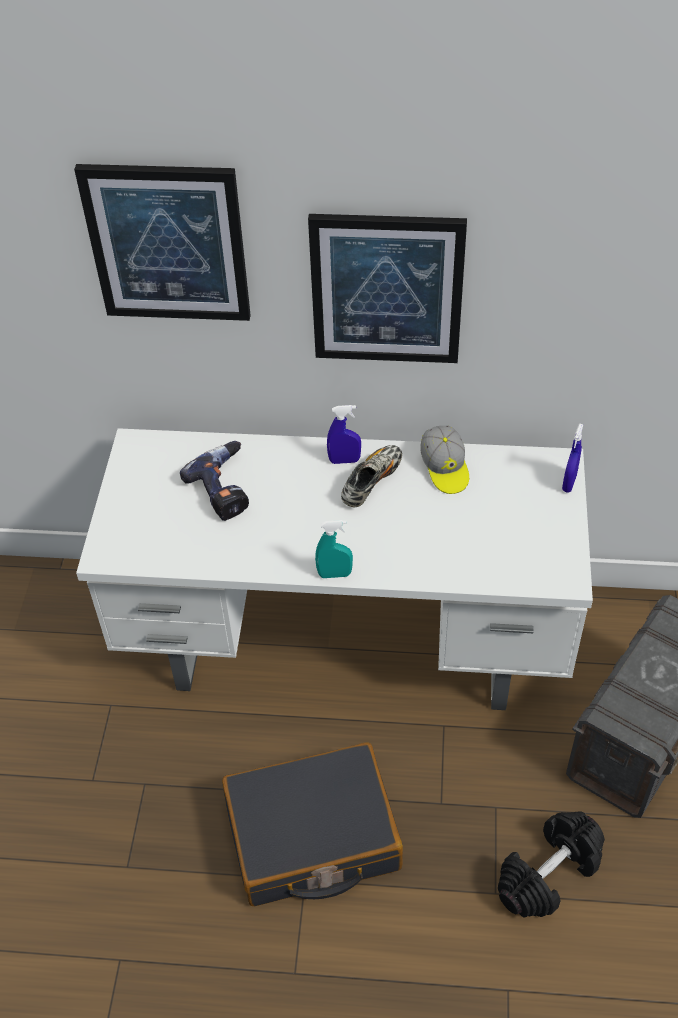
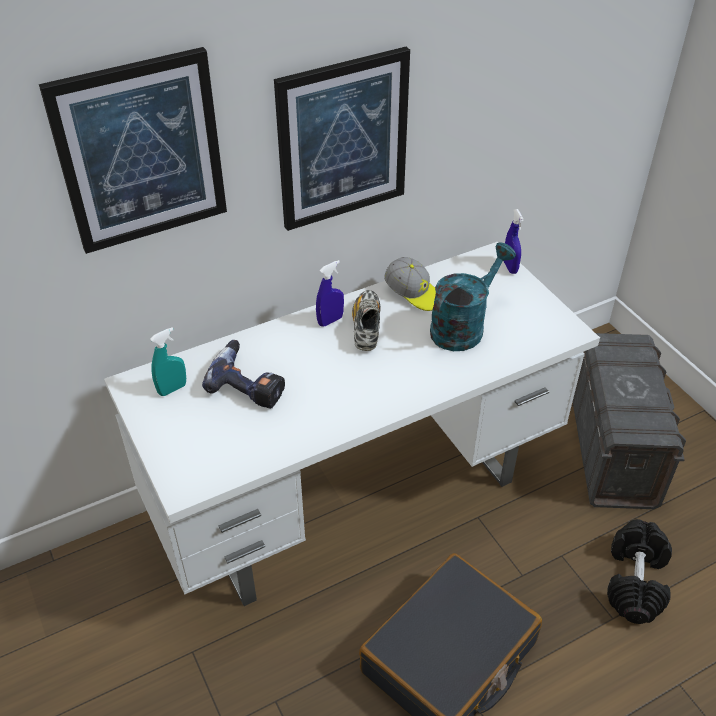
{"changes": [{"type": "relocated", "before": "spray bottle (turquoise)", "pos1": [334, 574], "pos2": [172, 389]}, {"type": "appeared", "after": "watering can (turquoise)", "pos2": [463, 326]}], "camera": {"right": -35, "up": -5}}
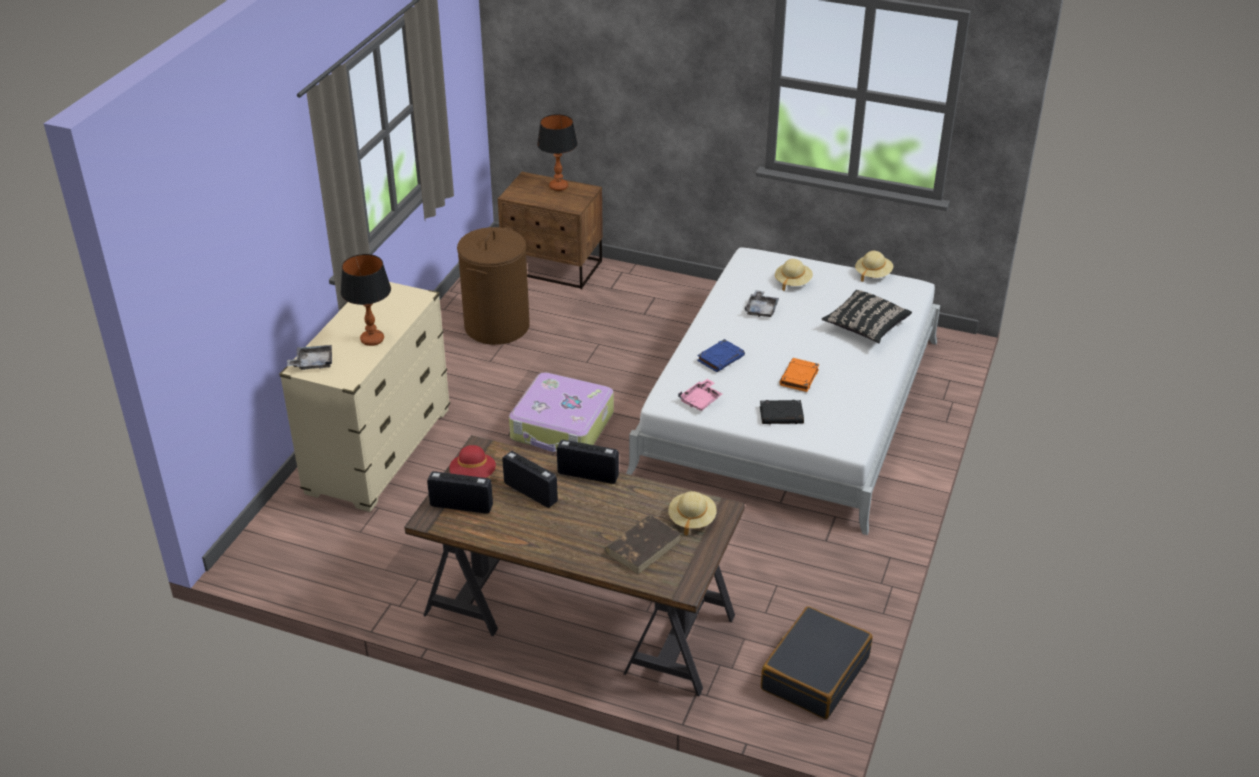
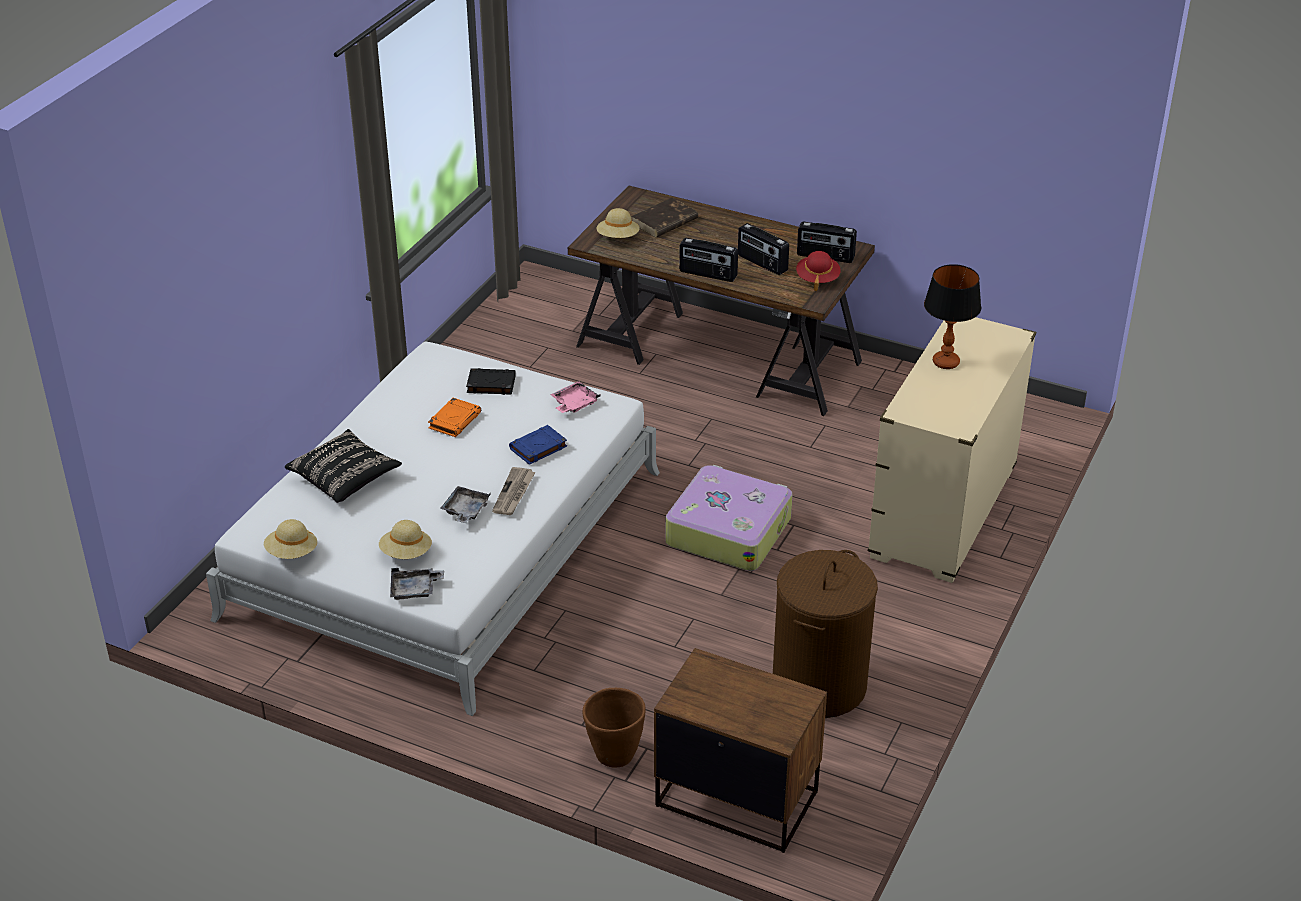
{"changes": [{"type": "relocated", "before": "tray (grey)", "pos1": [313, 363], "pos2": [415, 590]}, {"type": "appeared", "after": "newspaper", "pos2": [514, 493]}, {"type": "appeared", "after": "planter (brown)", "pos2": [614, 755]}, {"type": "missing", "before": "table lamp", "pos1": [558, 187]}, {"type": "missing", "before": "suitcase (black)", "pos1": [814, 673]}], "camera": {"right": -175, "up": 0}}
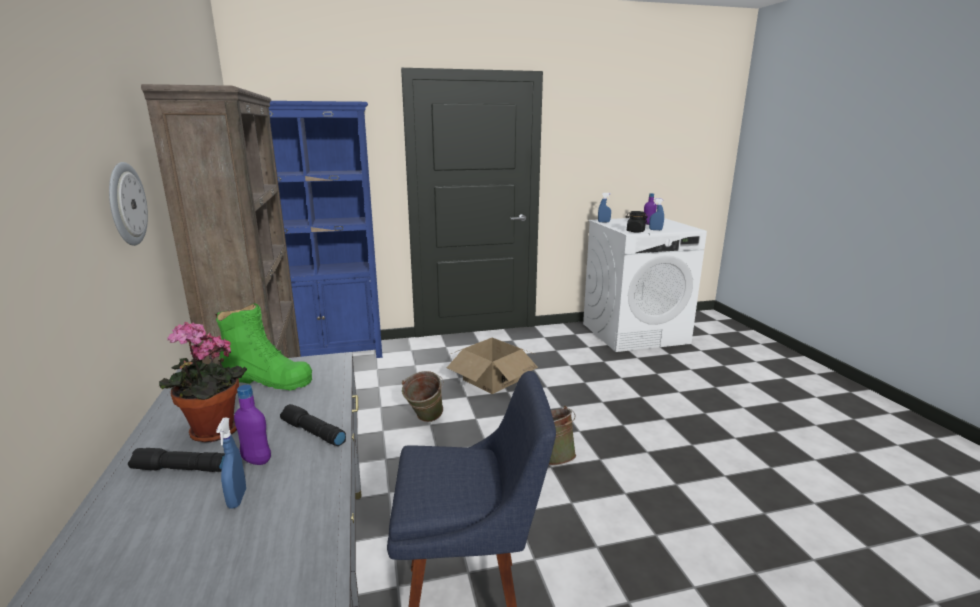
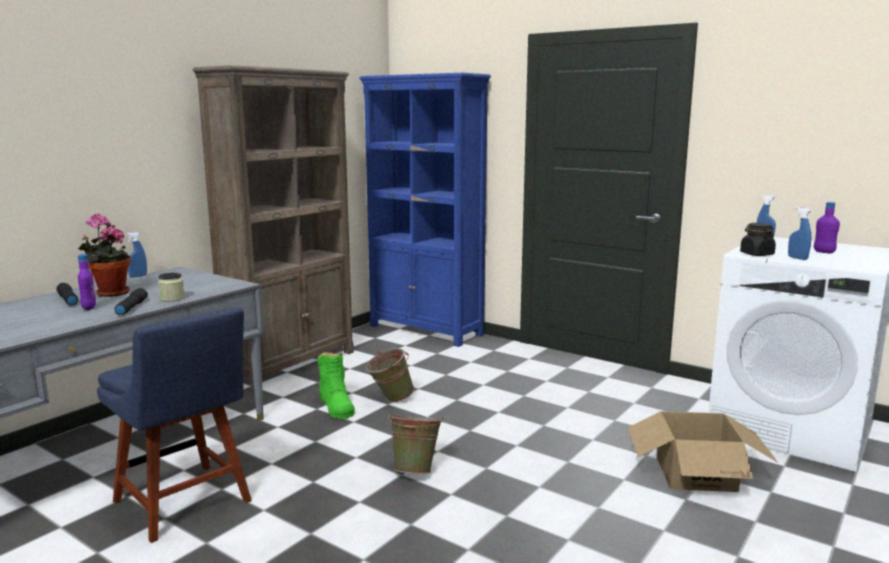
{"changes": [{"type": "relocated", "before": "spray bottle (blue)", "pos1": [237, 499], "pos2": [138, 276]}, {"type": "appeared", "after": "jar", "pos2": [172, 298]}, {"type": "relocated", "before": "boot (green)", "pos1": [268, 379], "pos2": [336, 406]}, {"type": "relocated", "before": "cardboard box", "pos1": [492, 379], "pos2": [696, 473]}, {"type": "missing", "before": "wall clock", "pos1": [126, 204]}], "camera": {"right": 50, "up": -5}}
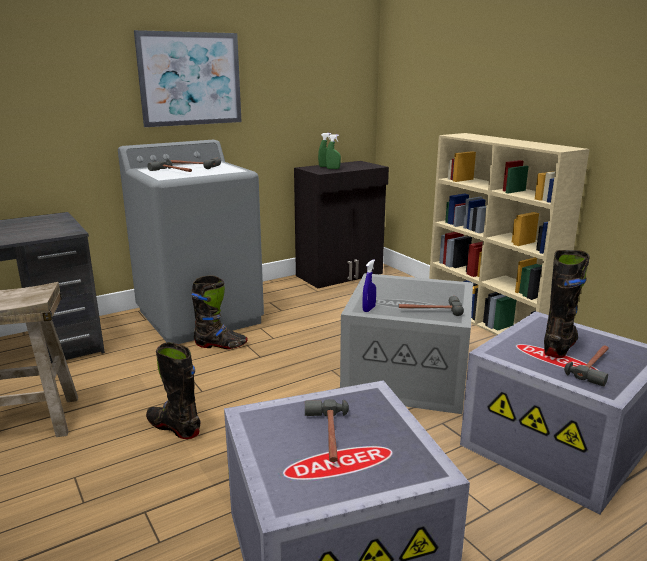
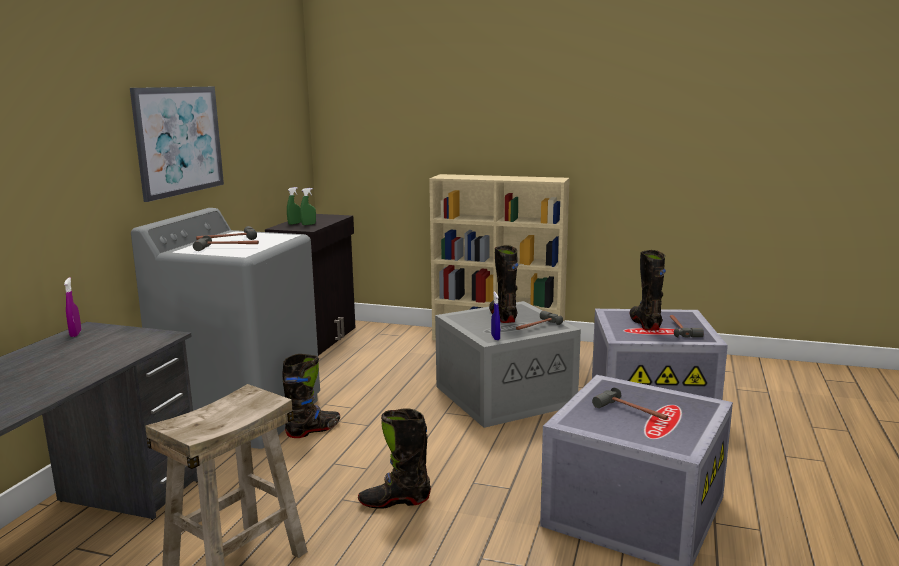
{"changes": [{"type": "appeared", "after": "spray bottle (purple)", "pos2": [75, 334]}, {"type": "appeared", "after": "boot (black)", "pos2": [503, 316]}], "camera": {"right": -40, "up": -5}}
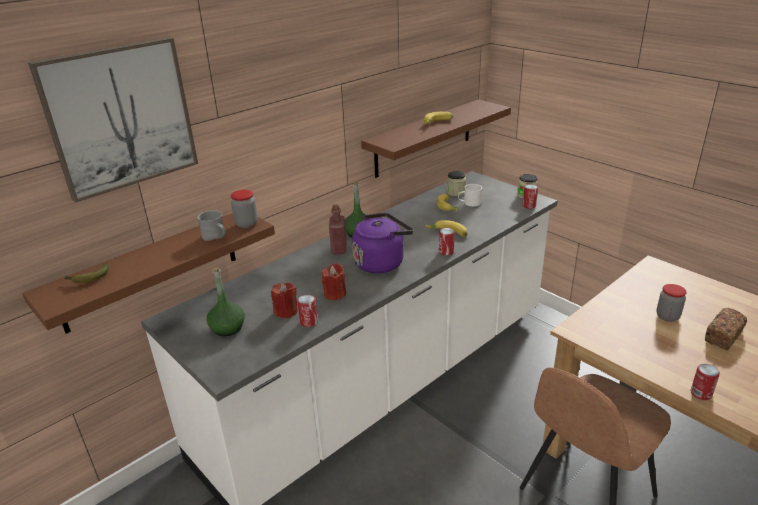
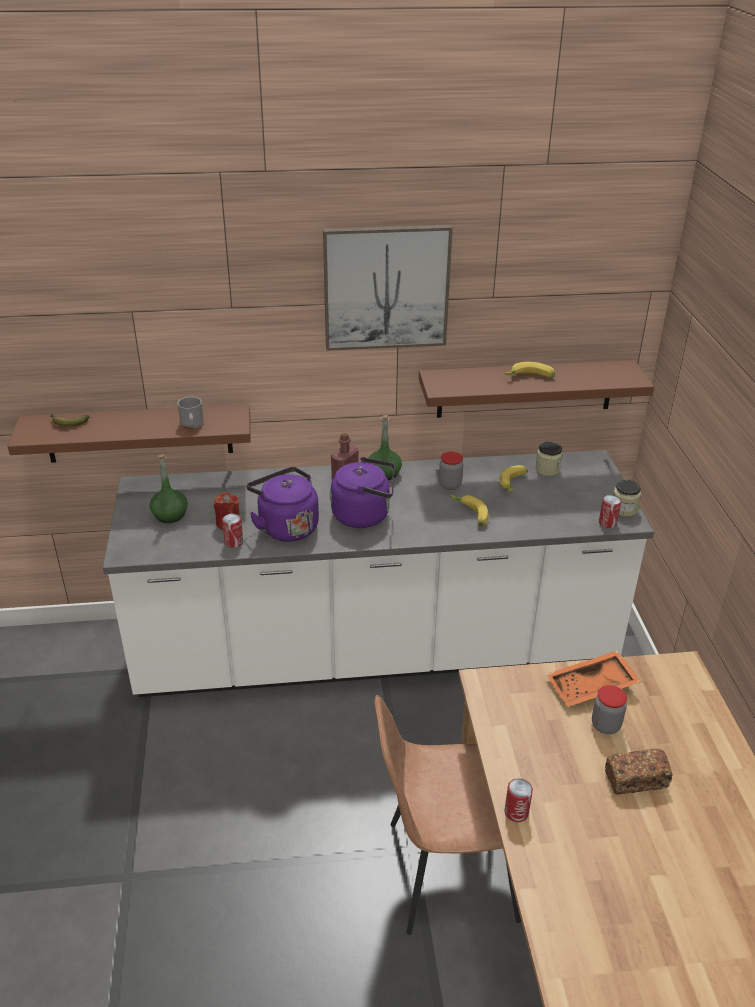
{"changes": [{"type": "exchanged", "before": "candle (red)", "after": "kettle (purple)", "pos1": [335, 294], "pos2": [286, 527]}, {"type": "relocated", "before": "picture", "pos1": [120, 117], "pos2": [386, 287]}, {"type": "relocated", "before": "jar", "pos1": [246, 224], "pos2": [450, 485]}, {"type": "appeared", "after": "tray (orange)", "pos2": [591, 687]}, {"type": "missing", "before": "can", "pos1": [446, 252]}, {"type": "missing", "before": "mug (white)", "pos1": [469, 203]}], "camera": {"right": 35, "up": 5}}
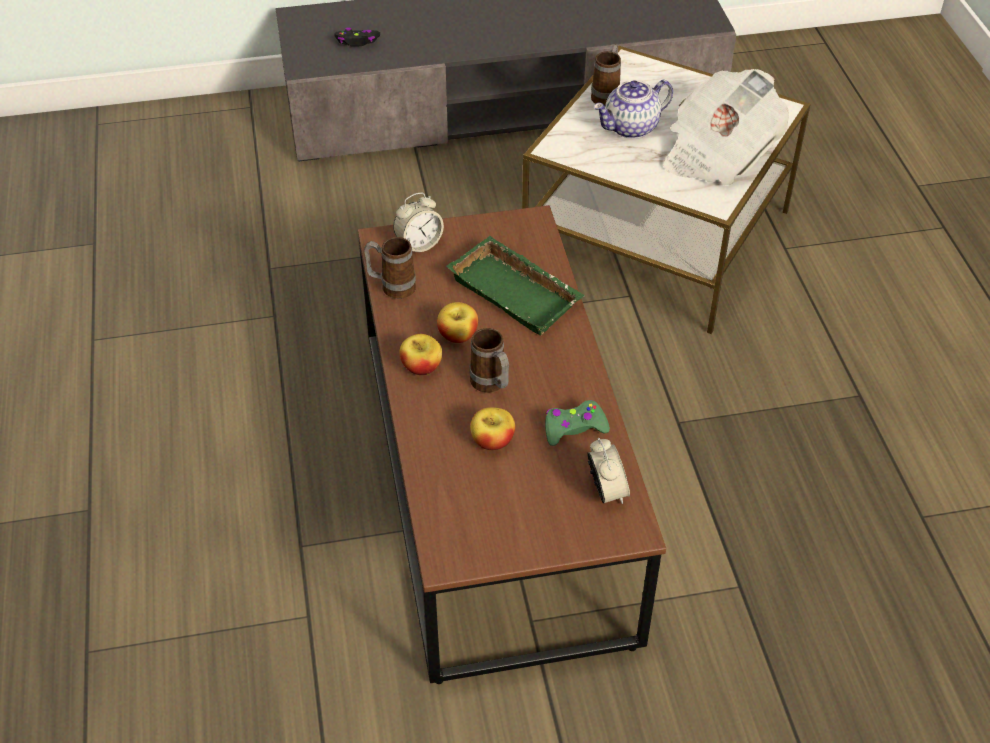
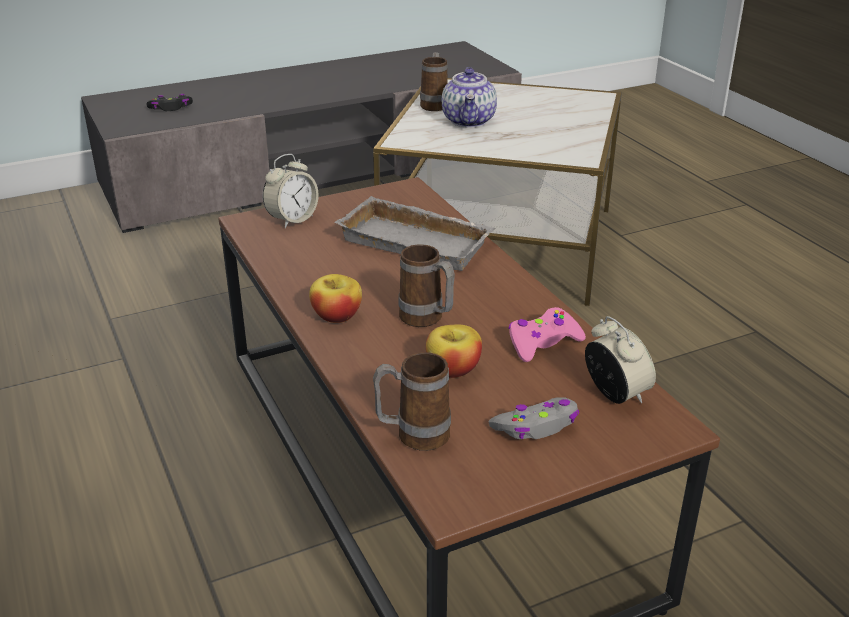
{"changes": [{"type": "colour", "before": "tray (green)", "after": "tray (grey)", "pos1": [518, 292], "pos2": [418, 241]}, {"type": "relocated", "before": "mug", "pos1": [392, 287], "pos2": [413, 436]}, {"type": "spun", "before": "teapot", "pos1": [631, 128], "pos2": [469, 121], "turn": -45}, {"type": "appeared", "after": "game controller (grey)", "pos2": [536, 426]}, {"type": "colour", "before": "game controller (green)", "after": "game controller (pink)", "pos1": [574, 428], "pos2": [543, 343]}, {"type": "missing", "before": "apple", "pos1": [458, 335]}, {"type": "missing", "before": "newspaper", "pos1": [718, 154]}], "camera": {"right": -15, "up": -15}}
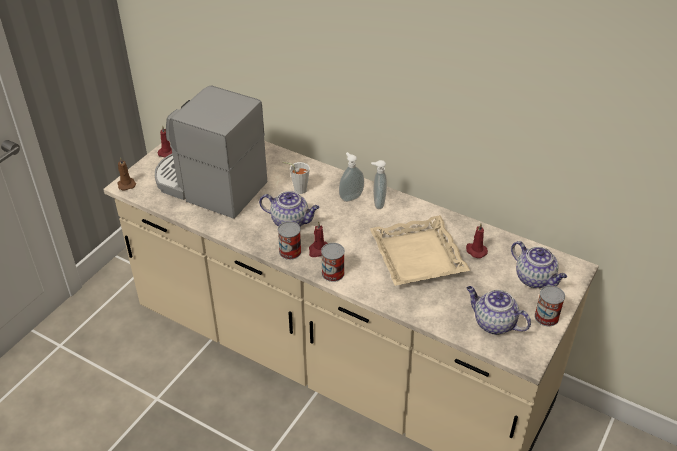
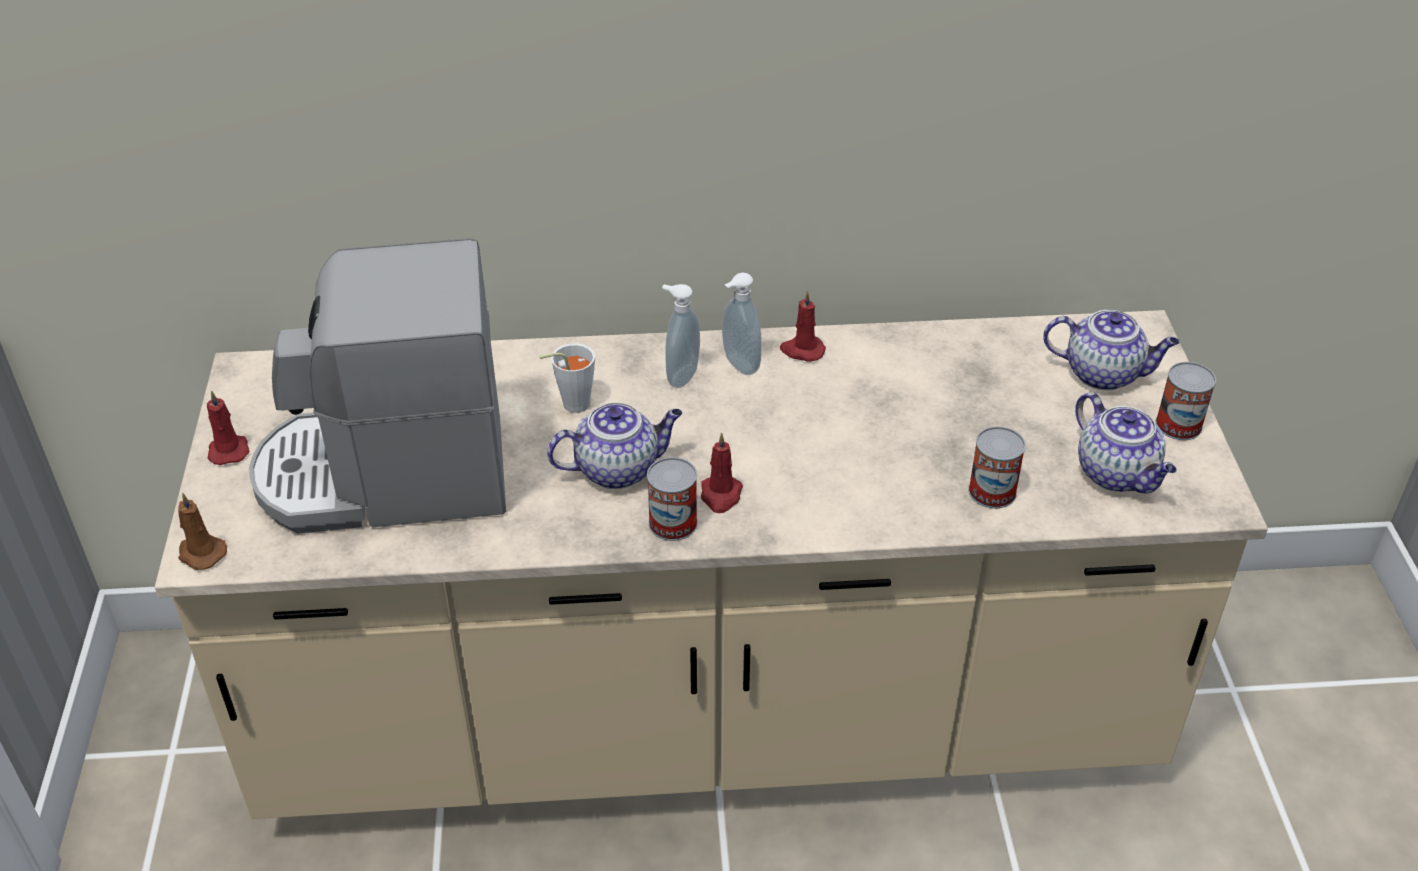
{"changes": [{"type": "relocated", "before": "candle (red)", "pos1": [475, 251], "pos2": [802, 350]}, {"type": "relocated", "before": "can", "pos1": [333, 273], "pos2": [992, 491]}, {"type": "spun", "before": "teapot", "pos1": [493, 323], "pos2": [1117, 474], "turn": -120}, {"type": "missing", "before": "tray (beige)", "pos1": [418, 256]}], "camera": {"right": -35, "up": 0}}
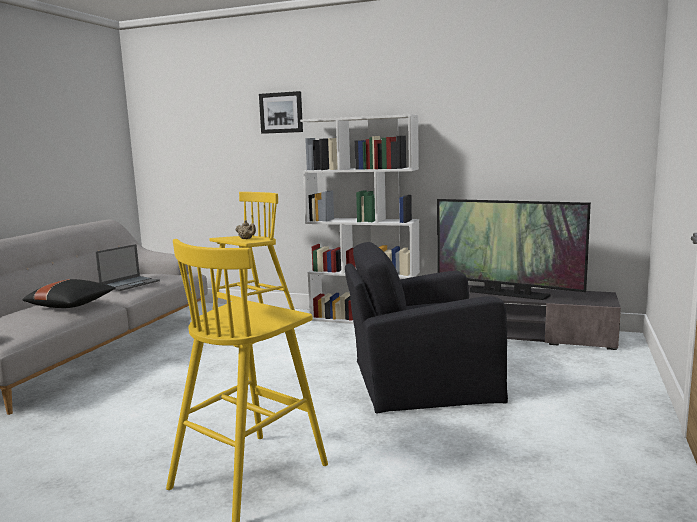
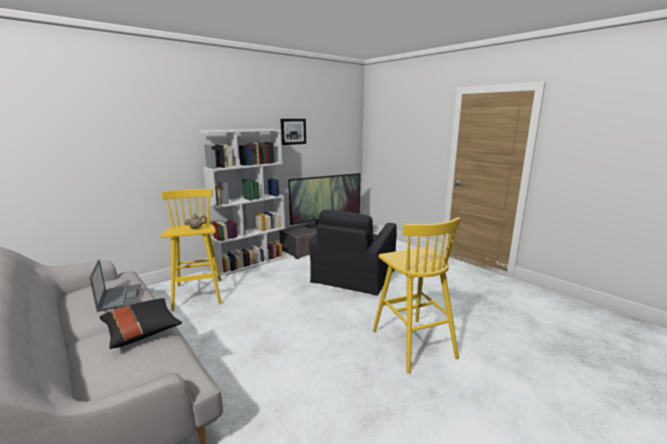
{"changes": [{"type": "relocated", "before": "picture", "pos1": [281, 112], "pos2": [293, 131]}], "camera": {"right": -60, "up": 5}}
